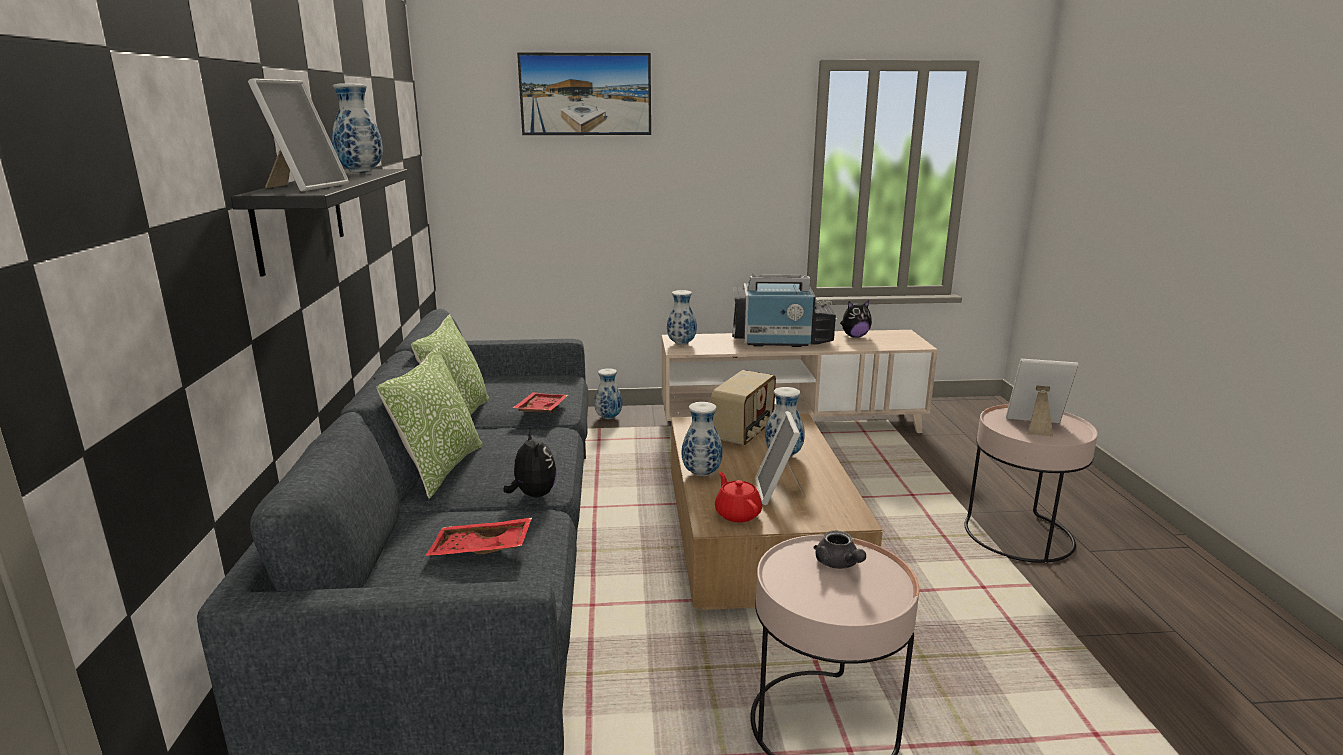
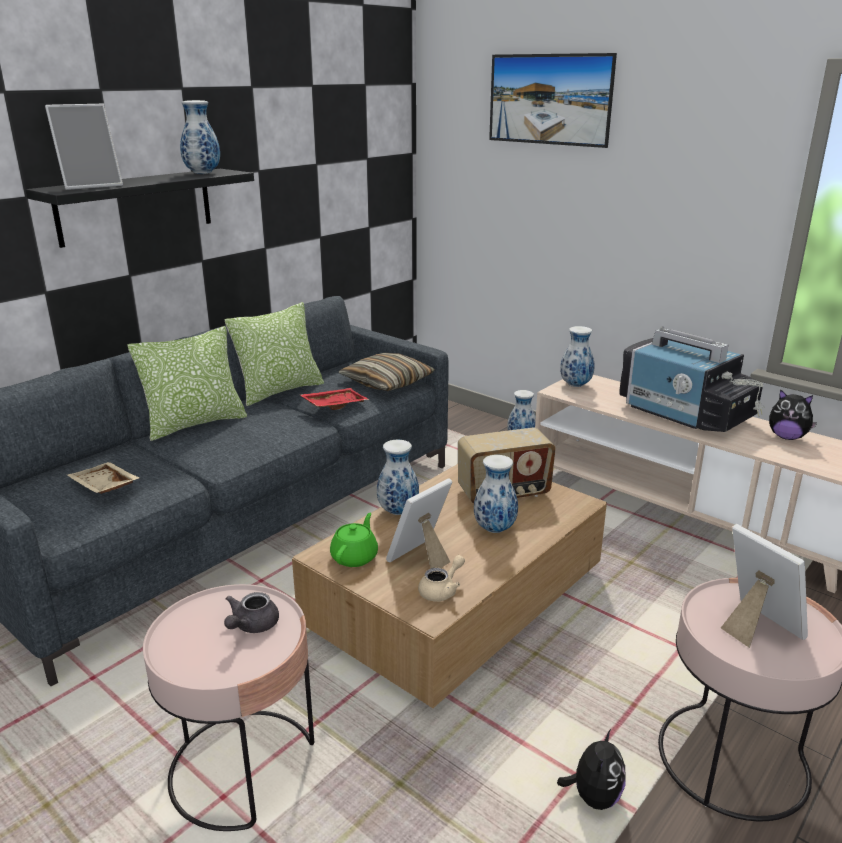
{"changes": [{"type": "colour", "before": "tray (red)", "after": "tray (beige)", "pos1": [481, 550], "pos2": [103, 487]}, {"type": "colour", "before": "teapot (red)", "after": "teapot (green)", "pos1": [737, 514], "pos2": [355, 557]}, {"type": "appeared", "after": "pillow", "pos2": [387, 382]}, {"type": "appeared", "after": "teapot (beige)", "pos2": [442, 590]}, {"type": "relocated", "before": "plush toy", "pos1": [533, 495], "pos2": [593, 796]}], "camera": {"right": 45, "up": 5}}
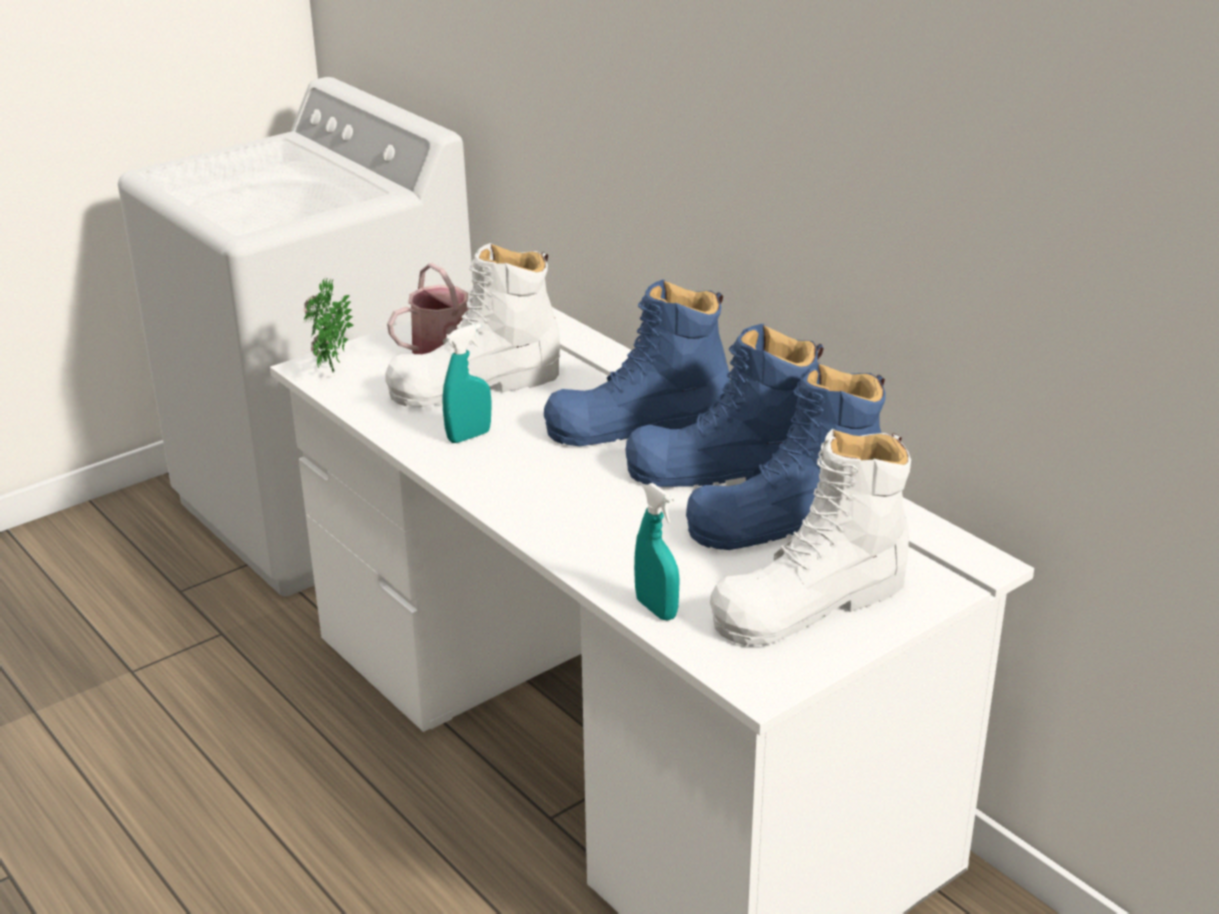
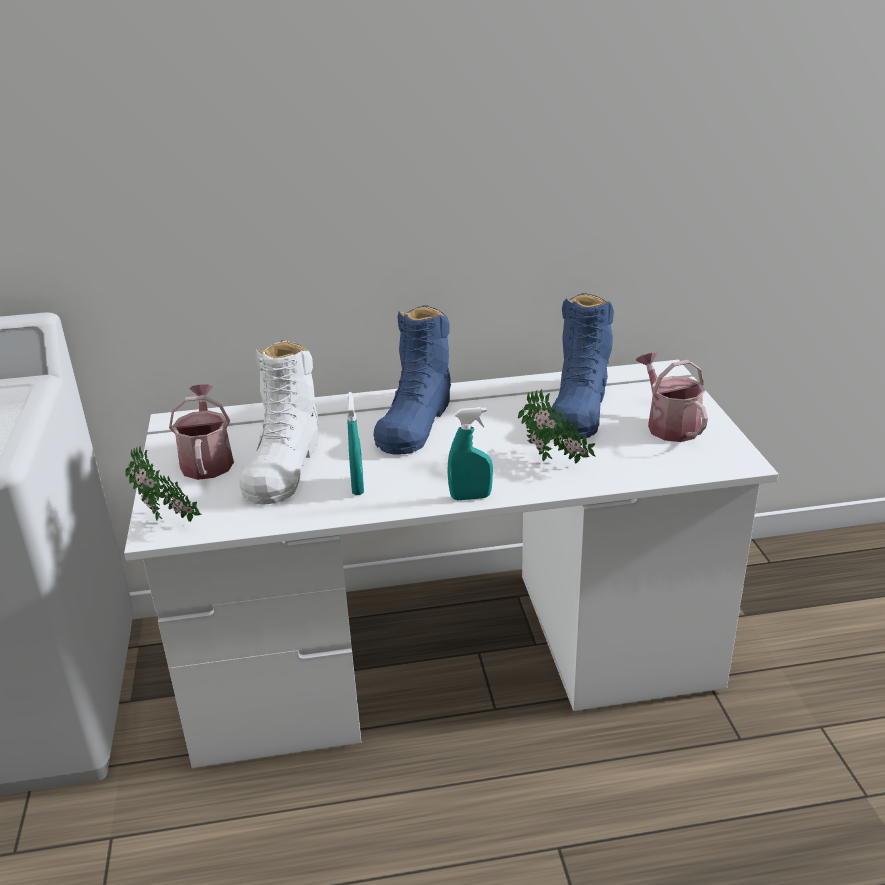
{"changes": [{"type": "relocated", "before": "spray bottle (turquoise)", "pos1": [656, 609], "pos2": [470, 497]}, {"type": "appeared", "after": "potted plant", "pos2": [554, 463]}, {"type": "exchanged", "before": "boot (white)", "after": "watering can", "pos1": [810, 603], "pos2": [669, 425]}, {"type": "missing", "before": "boot (blue)", "pos1": [724, 473]}], "camera": {"right": -60, "up": 0}}
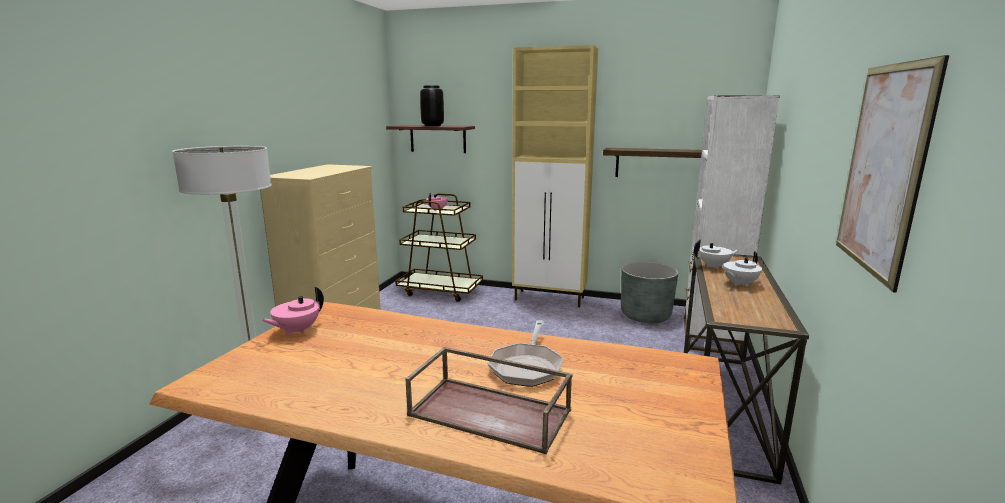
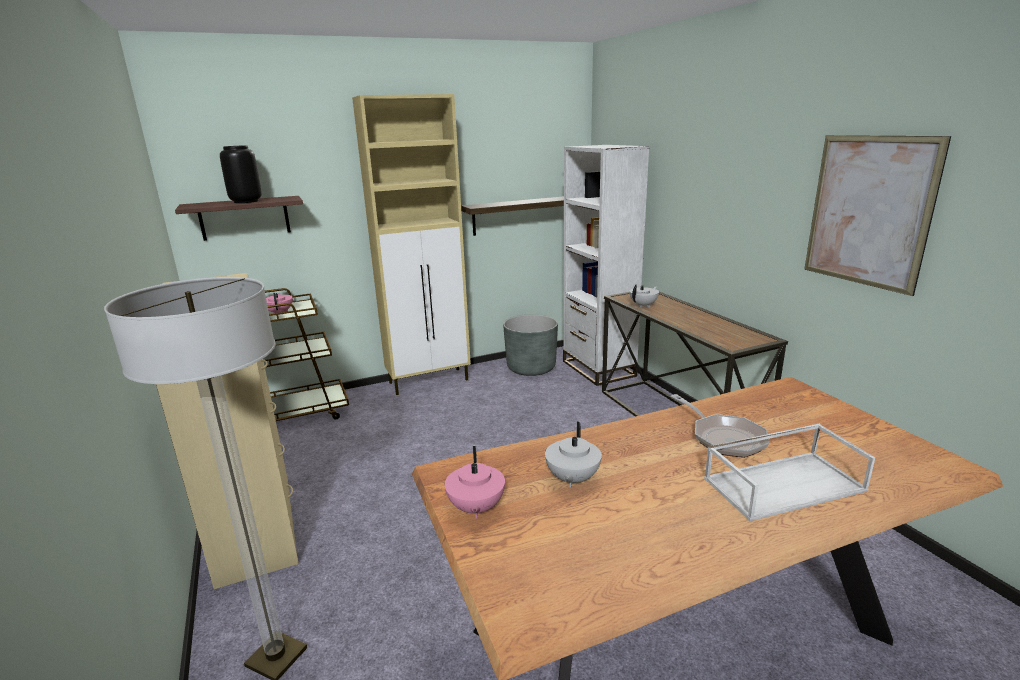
{"changes": [{"type": "relocated", "before": "teapot (white)", "pos1": [739, 284], "pos2": [572, 479]}, {"type": "colour", "before": "tray (brown)", "after": "tray (white)", "pos1": [492, 412], "pos2": [784, 483]}], "camera": {"right": -40, "up": 5}}
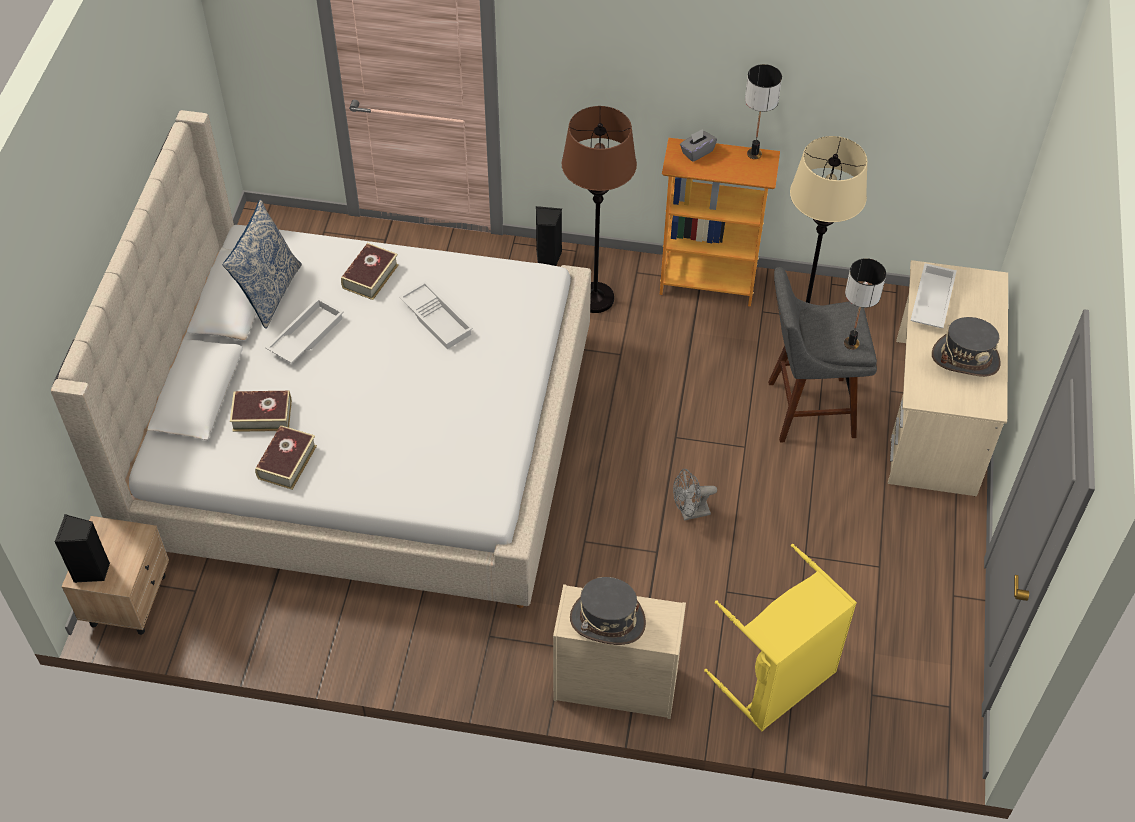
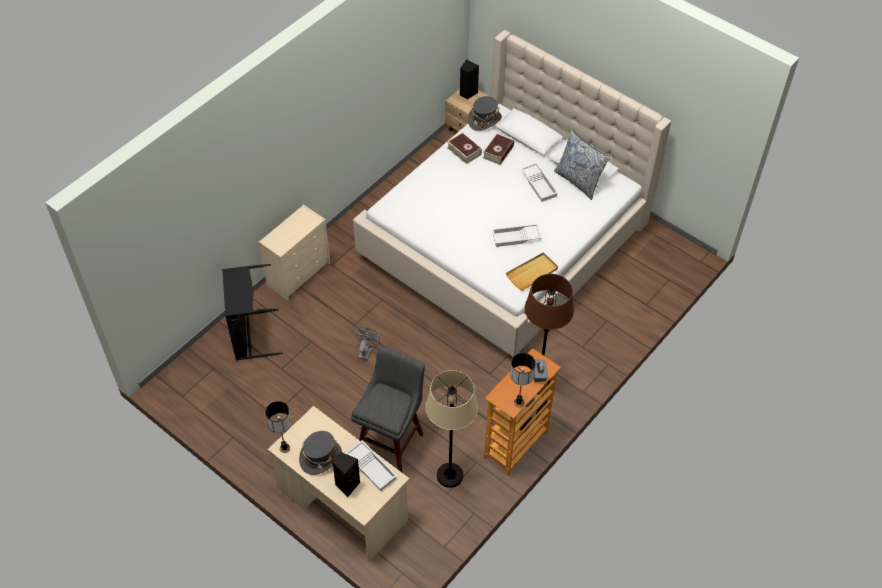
{"changes": [{"type": "colour", "before": "laundry basket (yellow)", "after": "laundry basket (black)", "pos1": [779, 682], "pos2": [249, 335]}, {"type": "relocated", "before": "table lamp", "pos1": [851, 344], "pos2": [284, 448]}, {"type": "relocated", "before": "speaker (black)", "pos1": [547, 258], "pos2": [347, 485]}, {"type": "relocated", "before": "hat (grey)", "pos1": [607, 621], "pos2": [484, 120]}, {"type": "appeared", "after": "tray (beige)", "pos2": [532, 273]}, {"type": "missing", "before": "book", "pos1": [370, 276]}], "camera": {"right": 120, "up": 0}}
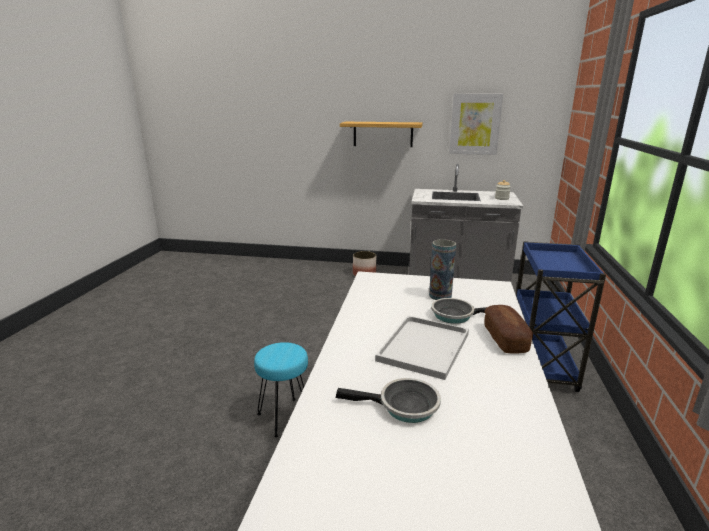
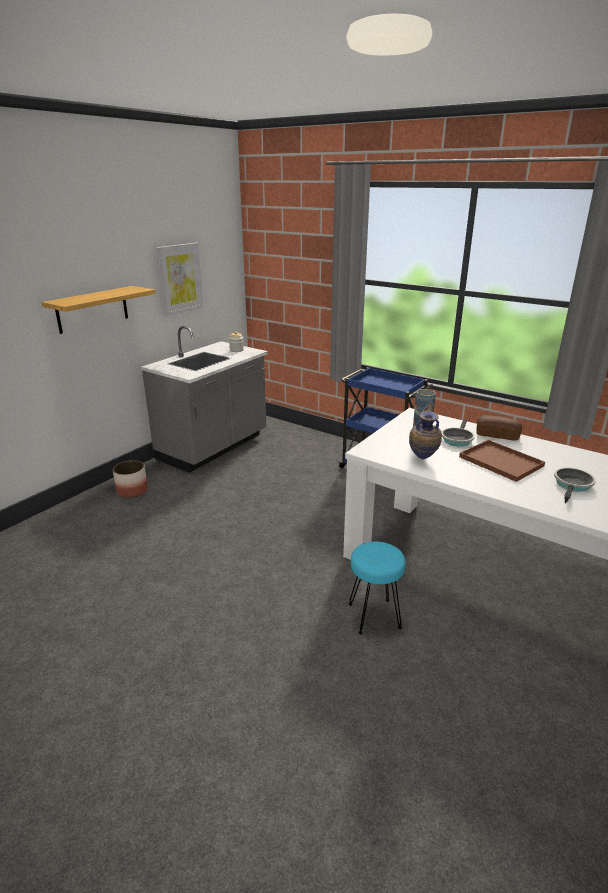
{"changes": [{"type": "appeared", "after": "vase", "pos2": [422, 460]}, {"type": "colour", "before": "tray (white)", "after": "tray (brown)", "pos1": [424, 348], "pos2": [502, 461]}], "camera": {"right": -65, "up": 5}}
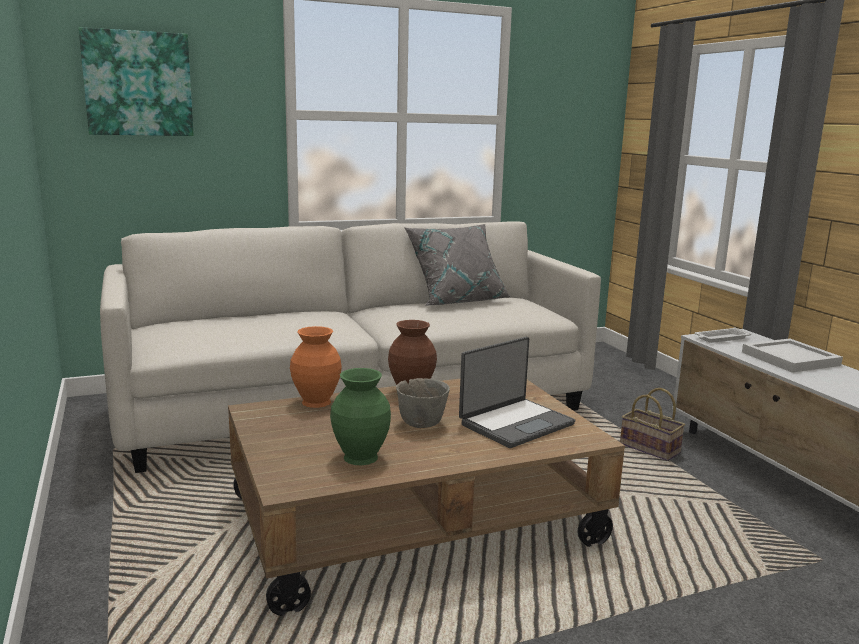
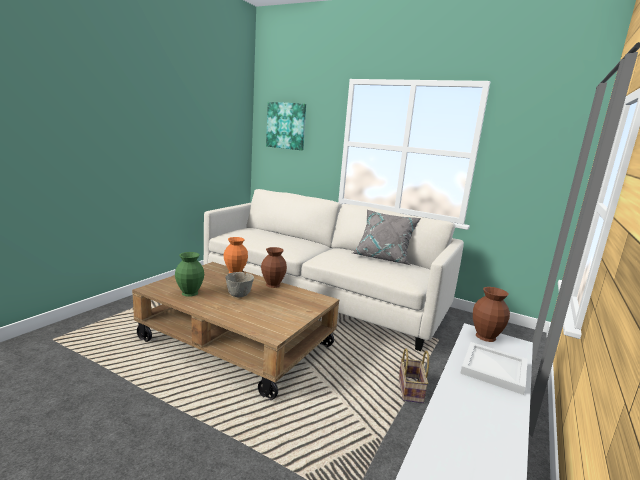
{"changes": [{"type": "exchanged", "before": "tray (white)", "after": "vase (brown)", "pos1": [721, 338], "pos2": [486, 337]}, {"type": "missing", "before": "laptop", "pos1": [515, 423]}], "camera": {"right": 50, "up": 0}}
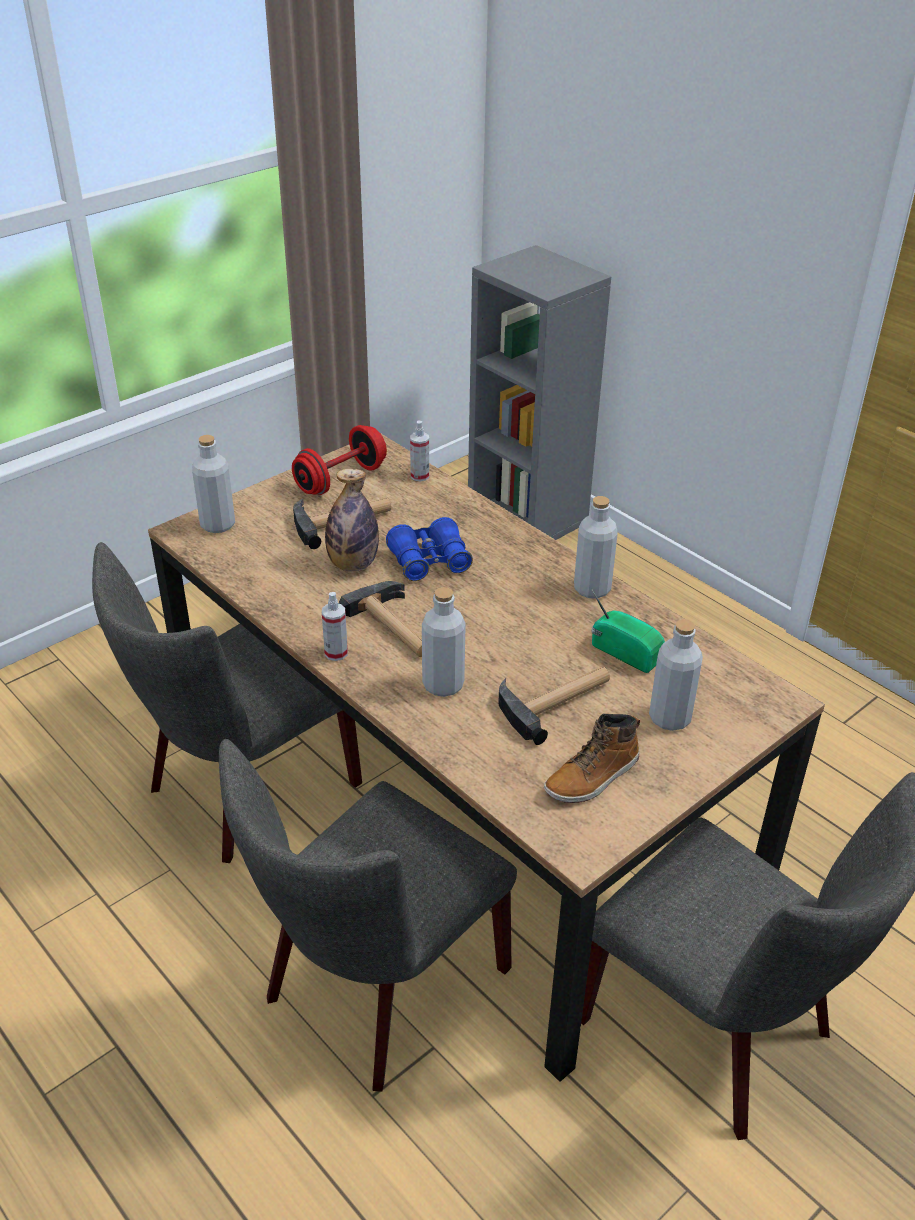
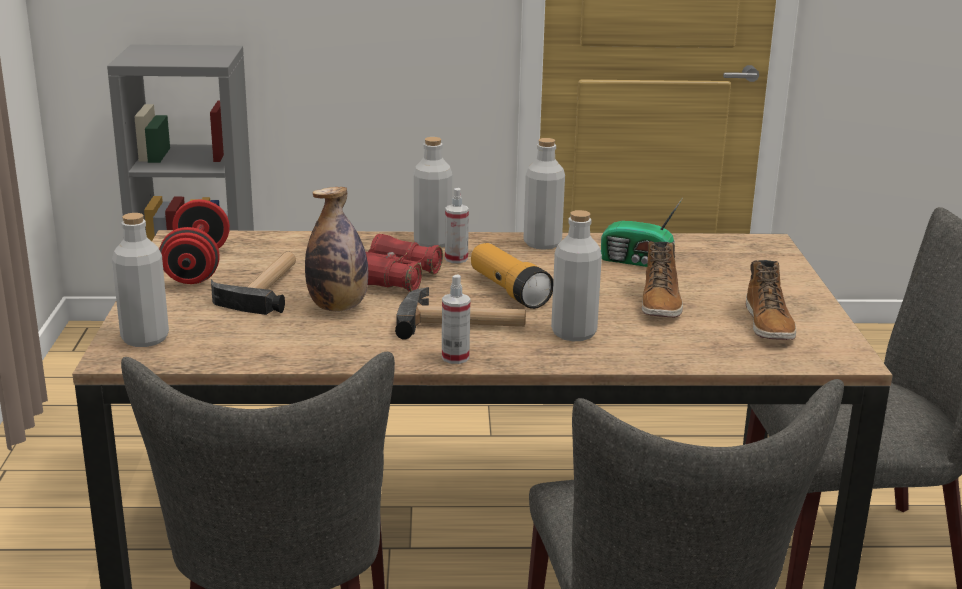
{"changes": [{"type": "colour", "before": "binoculars (blue)", "after": "binoculars (red)", "pos1": [429, 561], "pos2": [395, 279]}, {"type": "relocated", "before": "bottle (grey)", "pos1": [670, 718], "pos2": [432, 243]}, {"type": "relocated", "before": "spray bottle", "pos1": [419, 476], "pos2": [456, 259]}, {"type": "appeared", "after": "flashlight", "pos2": [509, 291]}, {"type": "spun", "before": "radio", "pos1": [625, 651], "pos2": [637, 262], "turn": -150}, {"type": "exchanged", "before": "hammer", "after": "boot", "pos1": [557, 701], "pos2": [661, 303]}], "camera": {"right": -50, "up": -15}}
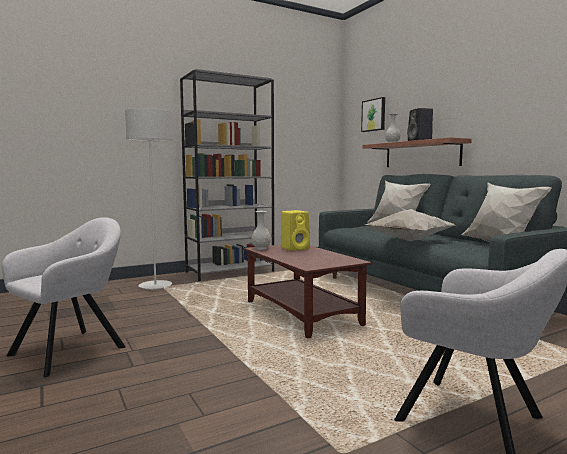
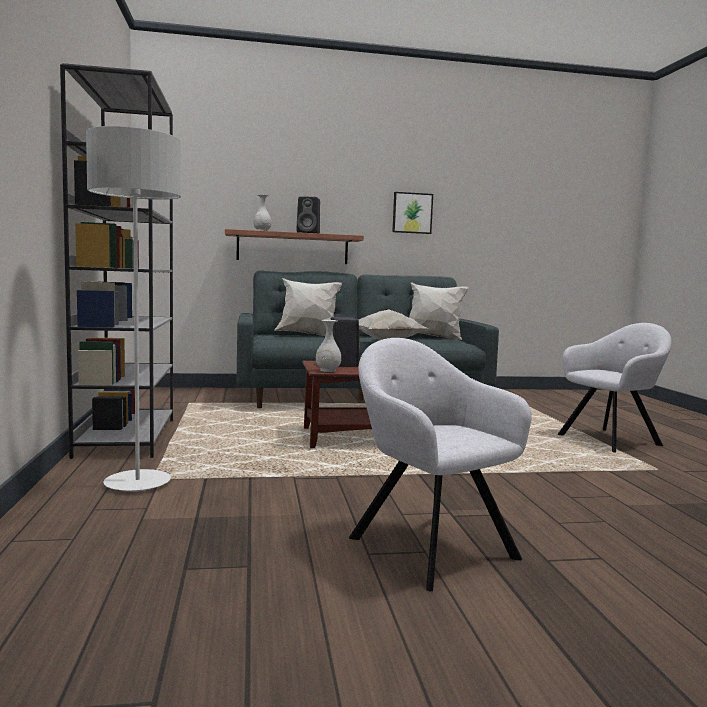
{"changes": [{"type": "colour", "before": "speaker (yellow)", "after": "speaker (black)", "pos1": [295, 248], "pos2": [342, 364]}, {"type": "relocated", "before": "picture", "pos1": [374, 115], "pos2": [412, 213]}], "camera": {"right": -70, "up": 0}}
